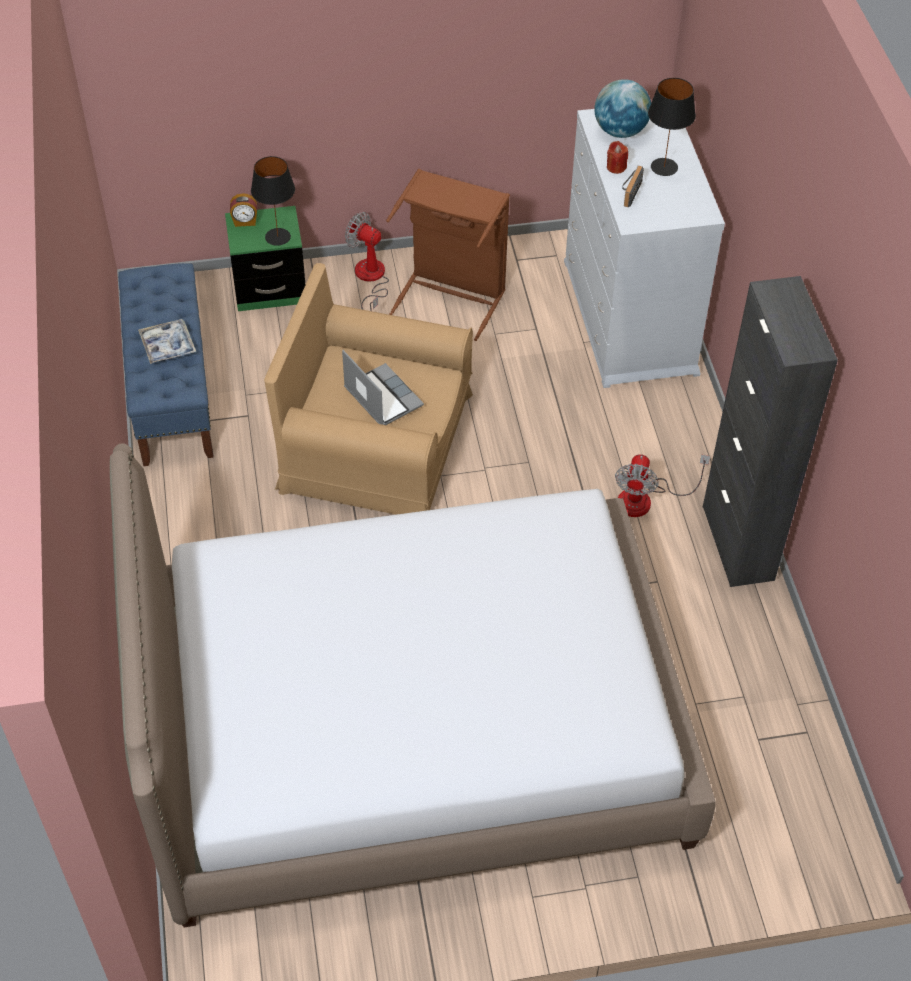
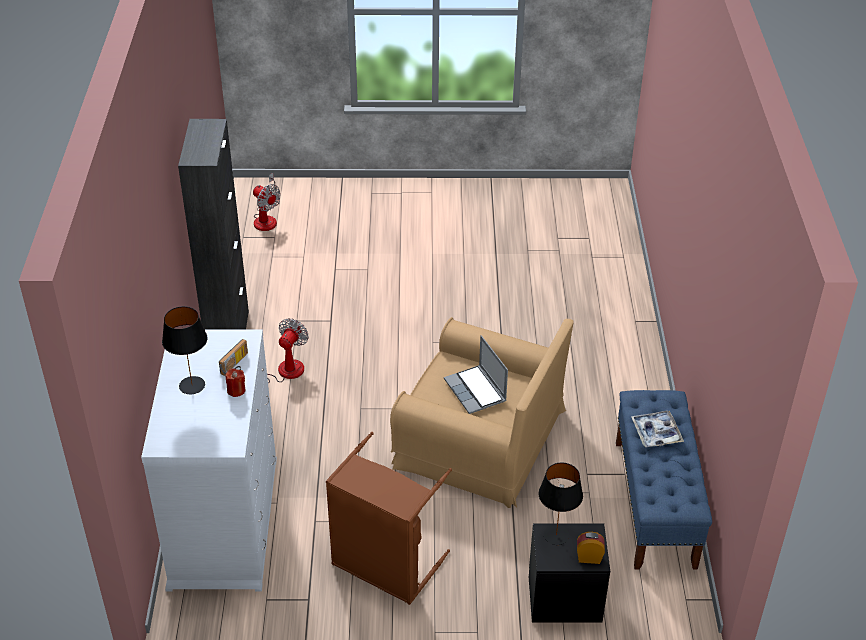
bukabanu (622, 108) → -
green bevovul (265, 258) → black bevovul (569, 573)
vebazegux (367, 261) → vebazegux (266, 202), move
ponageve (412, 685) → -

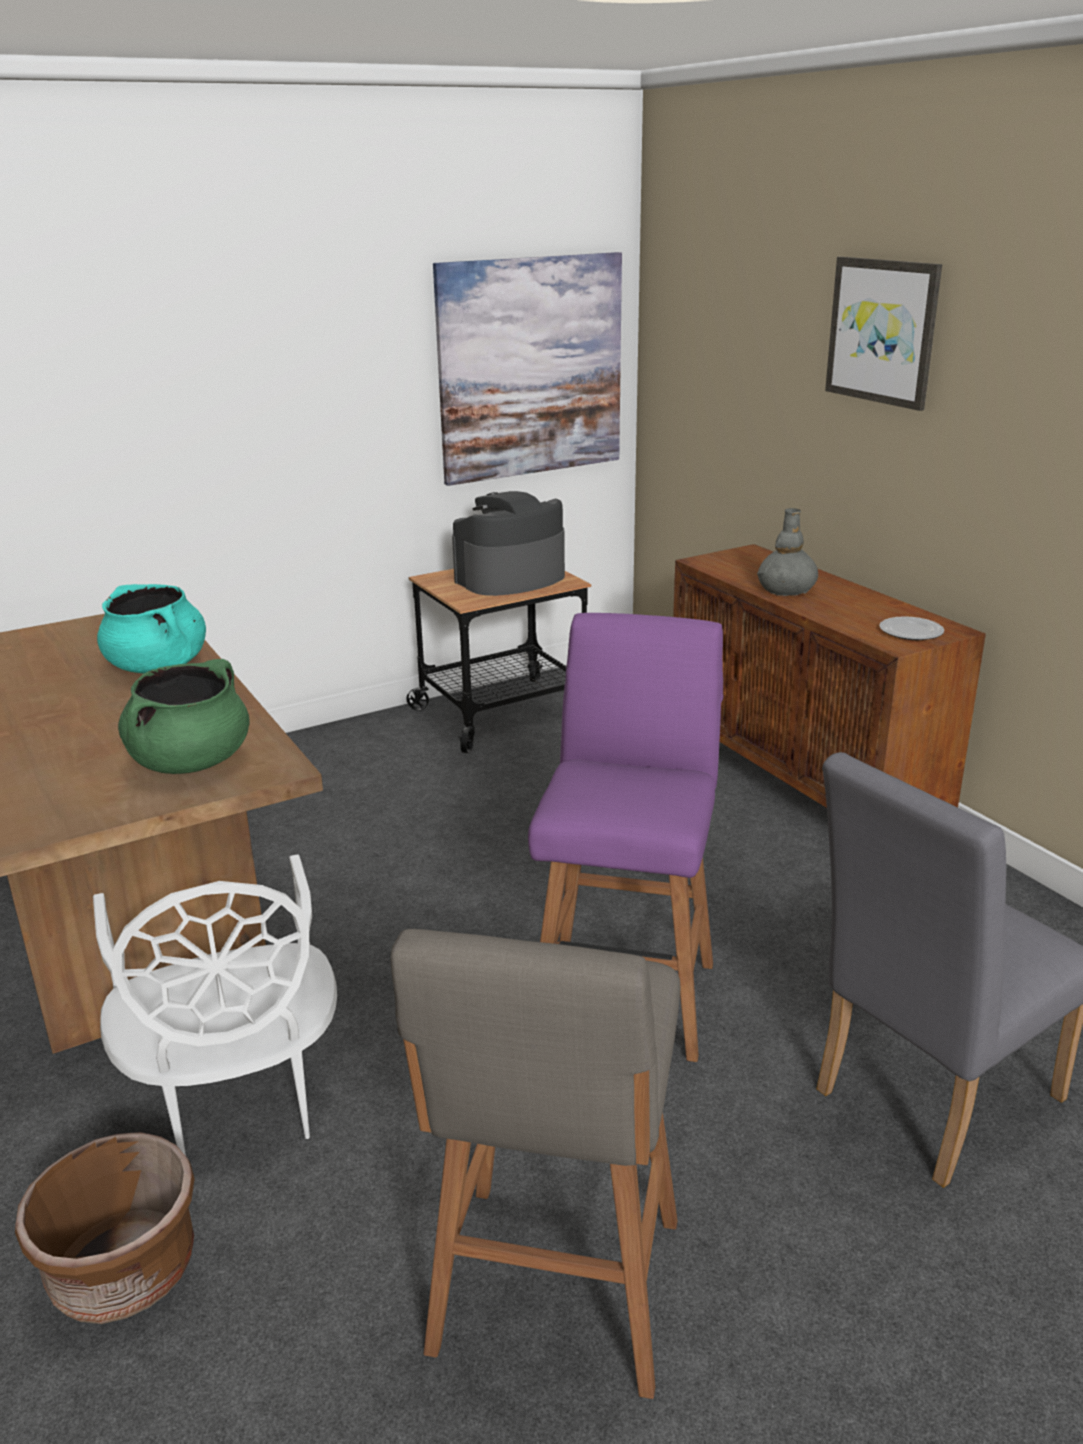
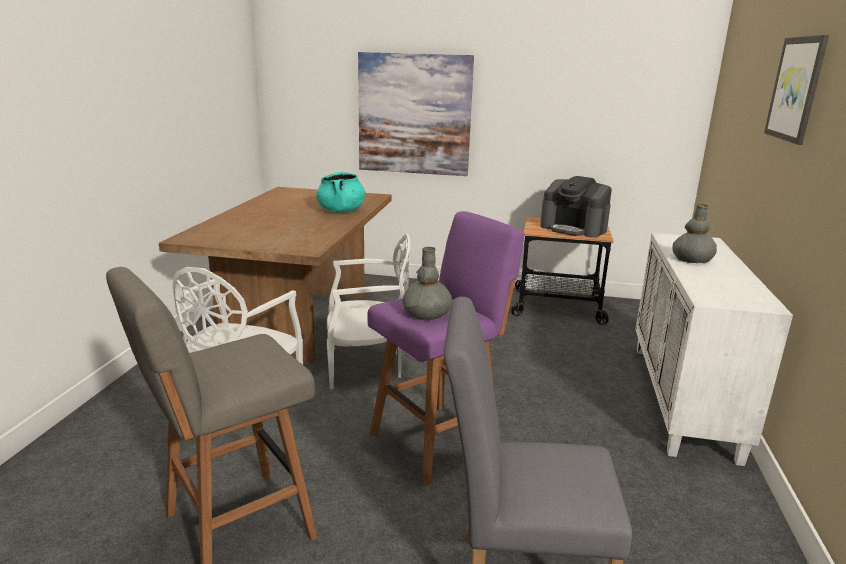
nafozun (527, 369) → nafozun (416, 114), move
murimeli (508, 543) → murimeli (576, 207), 150 degrees counterclockwise
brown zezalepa (829, 676) → white zezalepa (714, 349)
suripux (911, 628) → -
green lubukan (184, 716) → -
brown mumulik (105, 1228) → -
- → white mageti (368, 311)
- → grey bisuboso (427, 284)

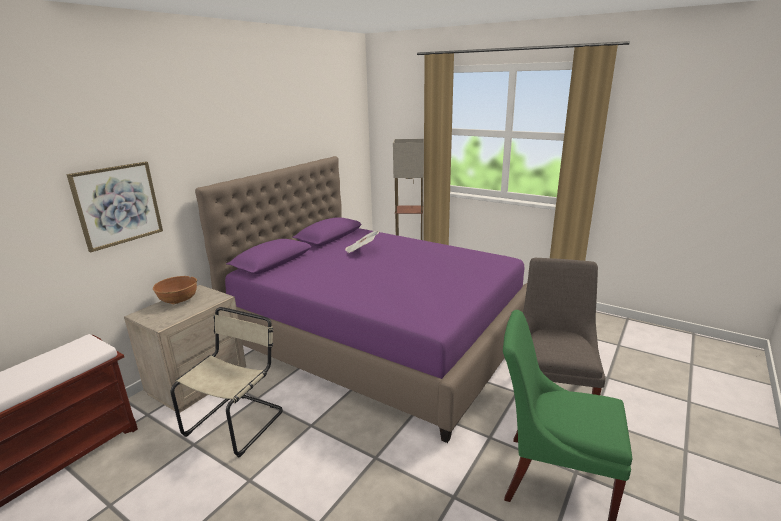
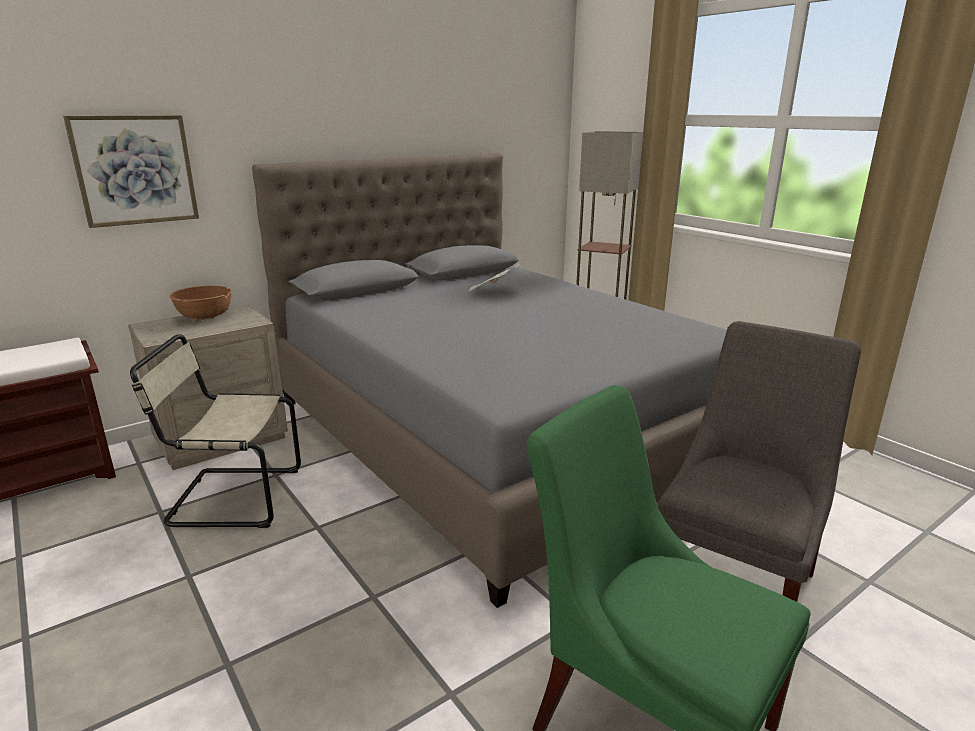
purple ponageve (361, 299) → grey ponageve (489, 380)
beige mageti (227, 382) → beige mageti (215, 431), 135 degrees counterclockwise

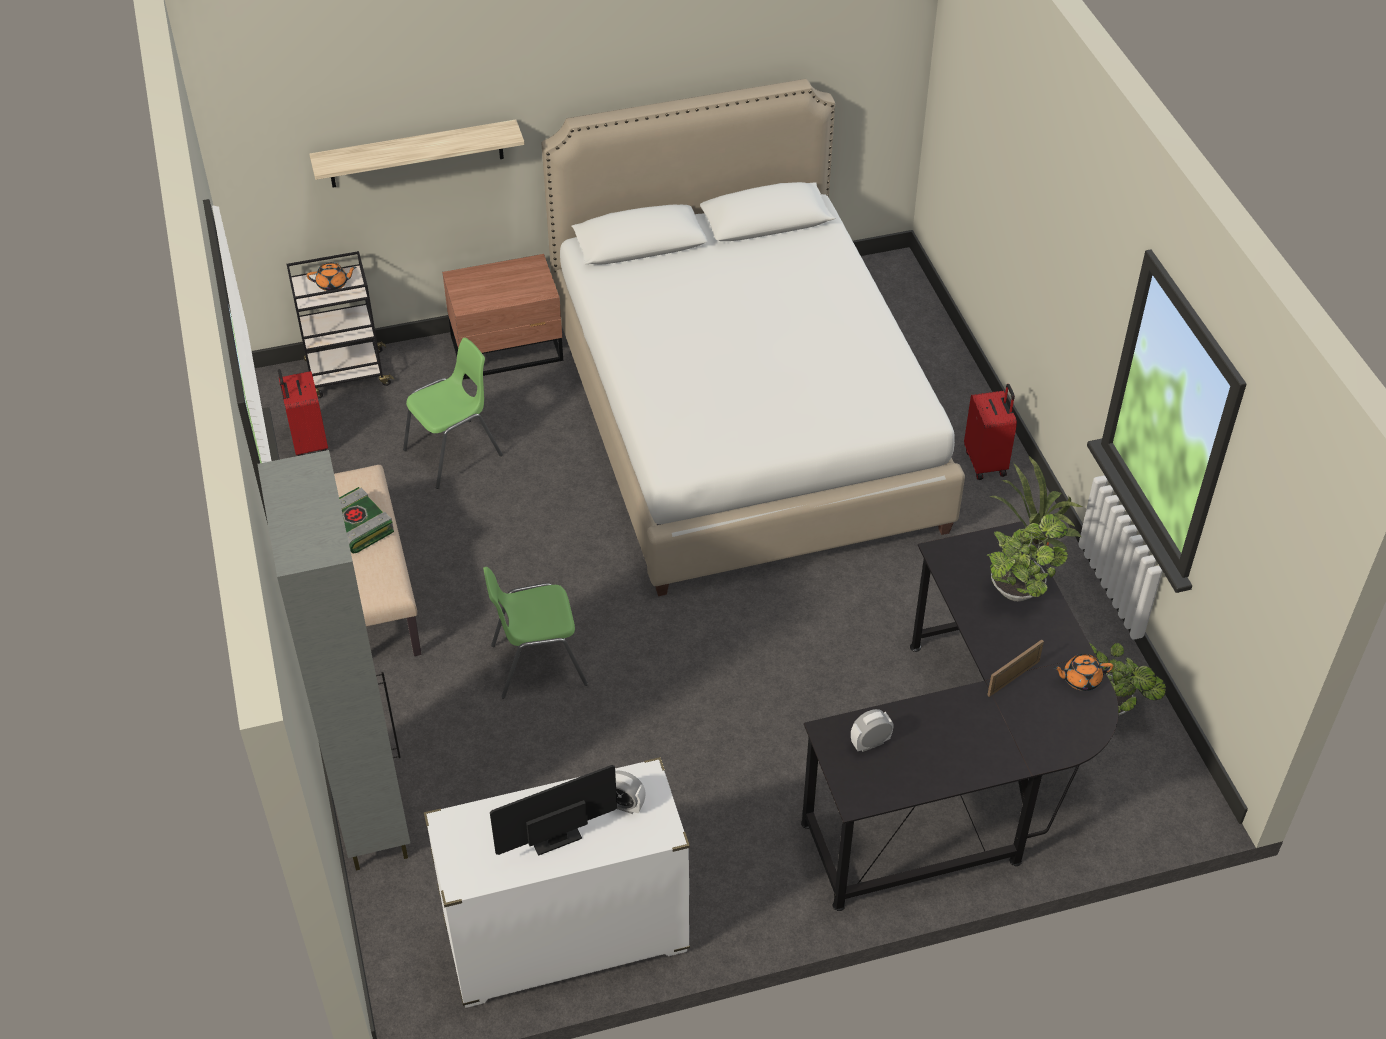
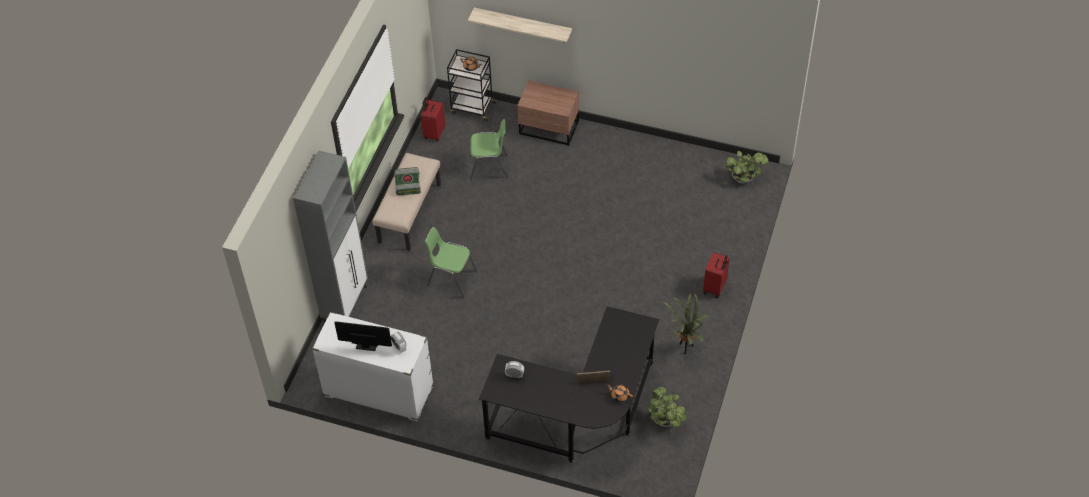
white ponageve (753, 337) → -
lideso (1027, 557) → lideso (747, 167), move

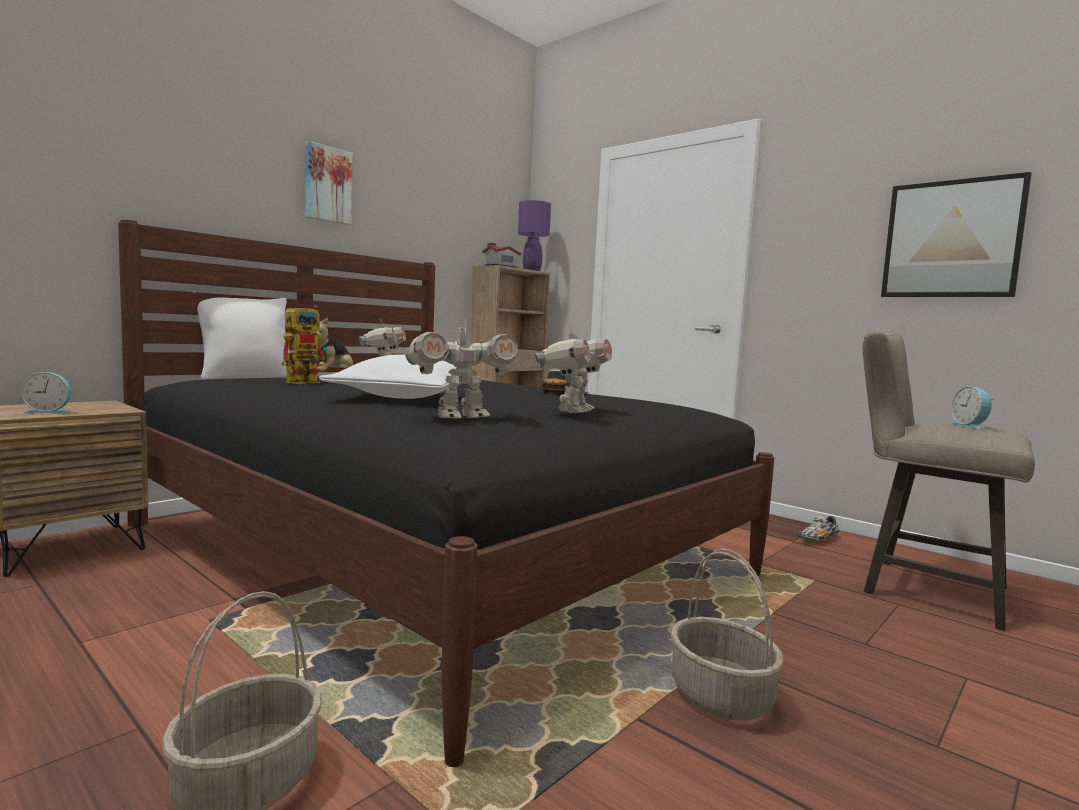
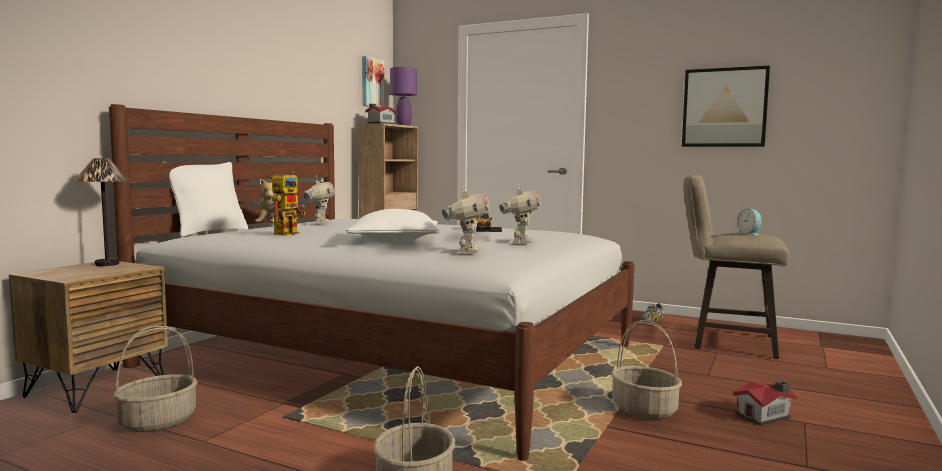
nafozun (328, 183) → nafozun (373, 81), move
black ponageve (446, 493) → white ponageve (371, 282)
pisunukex (461, 367) → pisunukex (465, 219), 45 degrees counterclockwise
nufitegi (46, 393) → -
- → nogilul (102, 212)
- → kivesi (155, 379)
- → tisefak (765, 403)

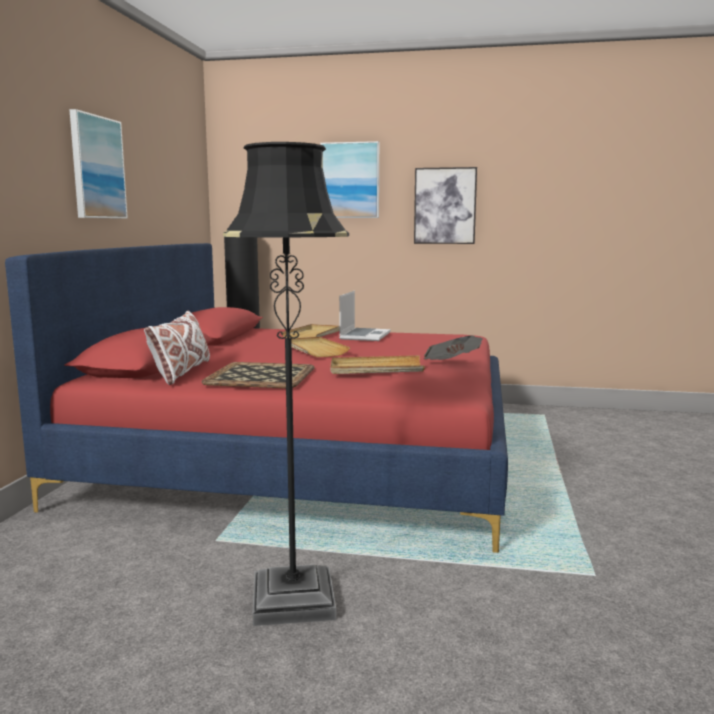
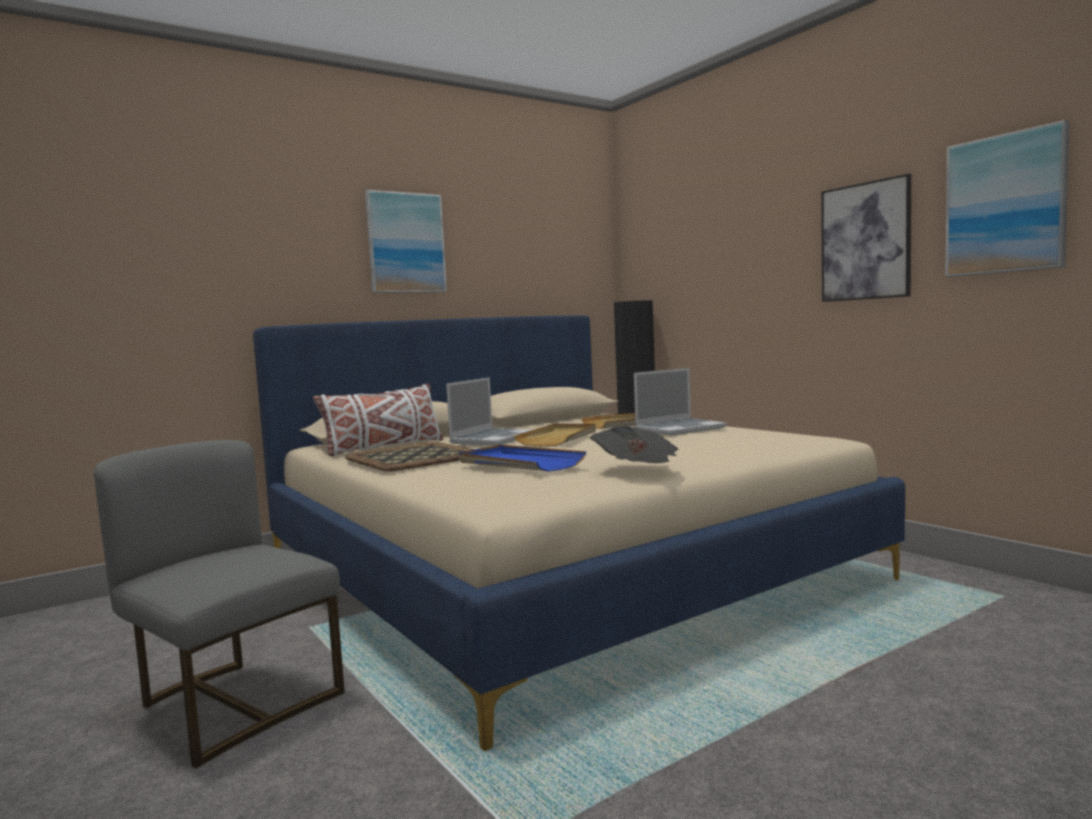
nafozun (349, 179) → nafozun (1007, 198), move
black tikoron (286, 384) → grey mageti (219, 604)
red ponageve (256, 398) → beige ponageve (579, 533)
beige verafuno (378, 364) → blue verafuno (522, 458)
- → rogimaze (489, 411)

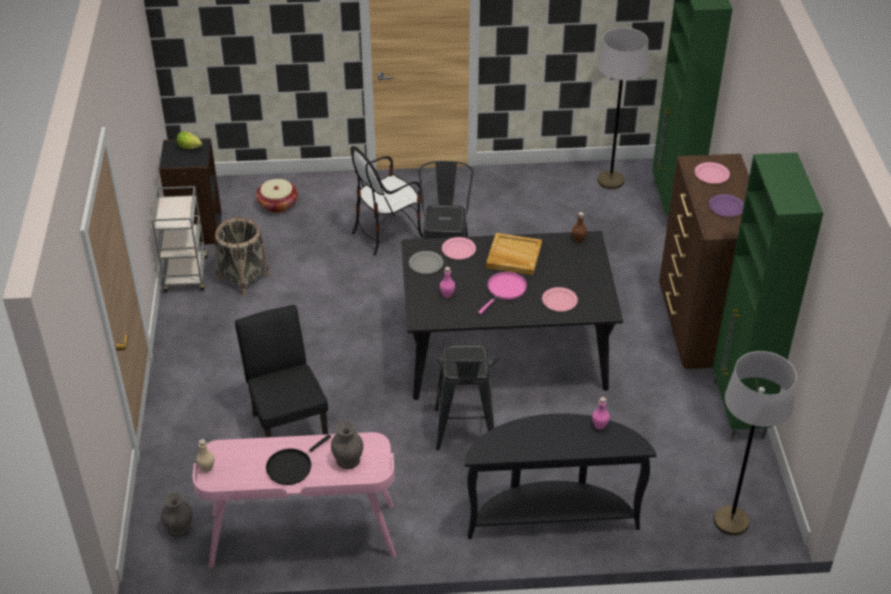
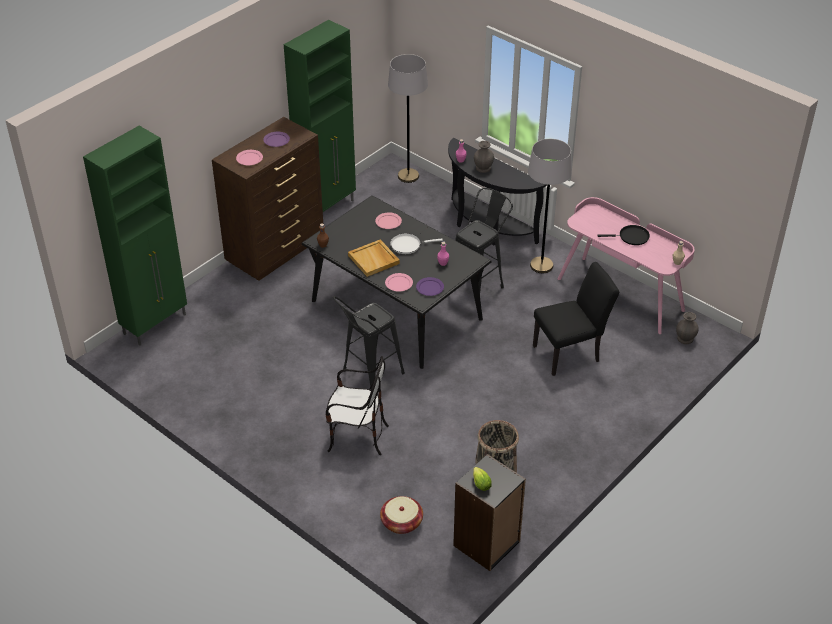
grey tikoron (622, 108) → grey tikoron (550, 206), move
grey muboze (179, 239) → -
grey suripux (426, 262) → purple suripux (430, 286)
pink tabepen (502, 293) → white tabepen (416, 243)
black mageti (281, 371) → black mageti (576, 319), 135 degrees counterclockwise
grey bisuboso (347, 445) → grey bisuboso (484, 157), move

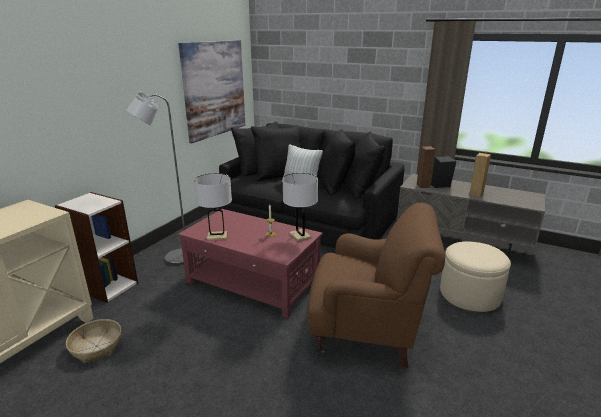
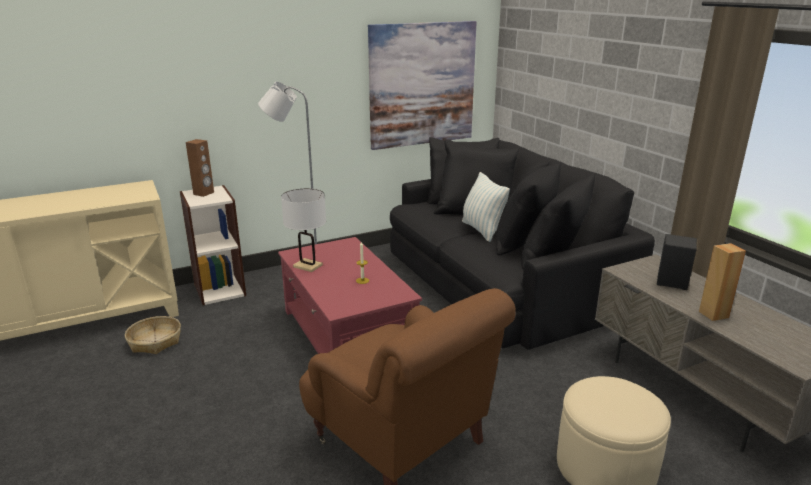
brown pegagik (426, 167) → brown pegagik (200, 168), move
white nogilul (300, 207) → -

